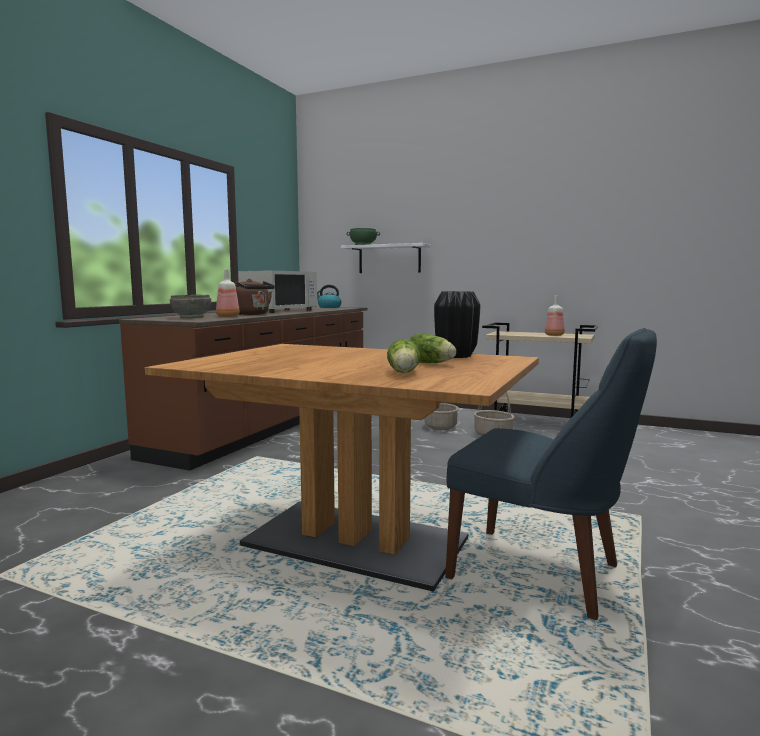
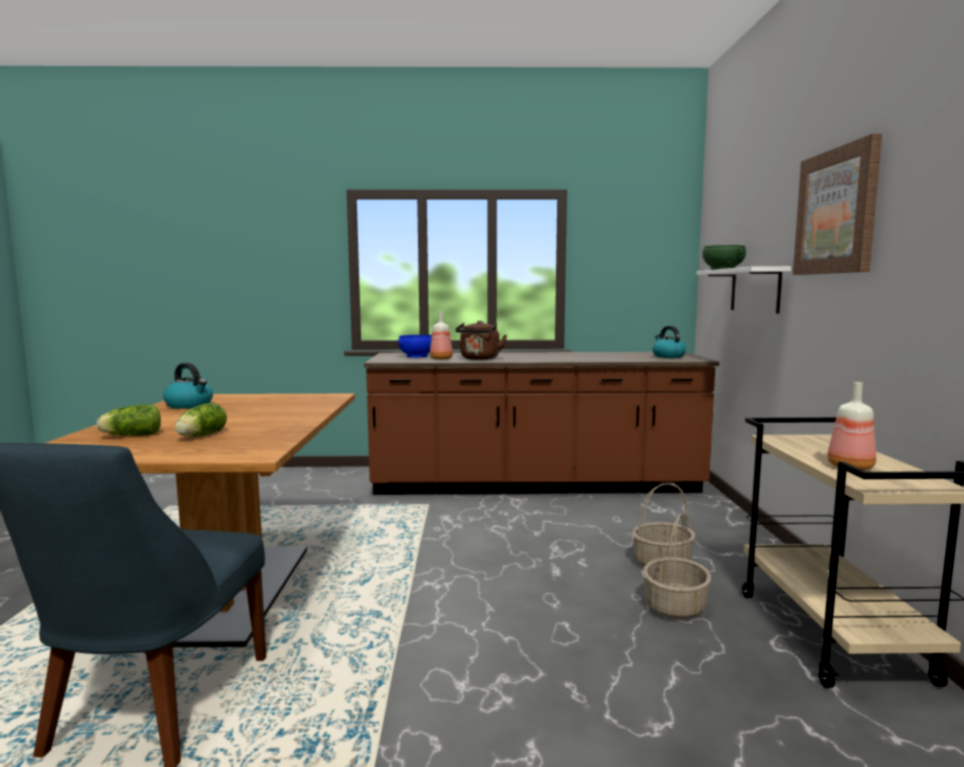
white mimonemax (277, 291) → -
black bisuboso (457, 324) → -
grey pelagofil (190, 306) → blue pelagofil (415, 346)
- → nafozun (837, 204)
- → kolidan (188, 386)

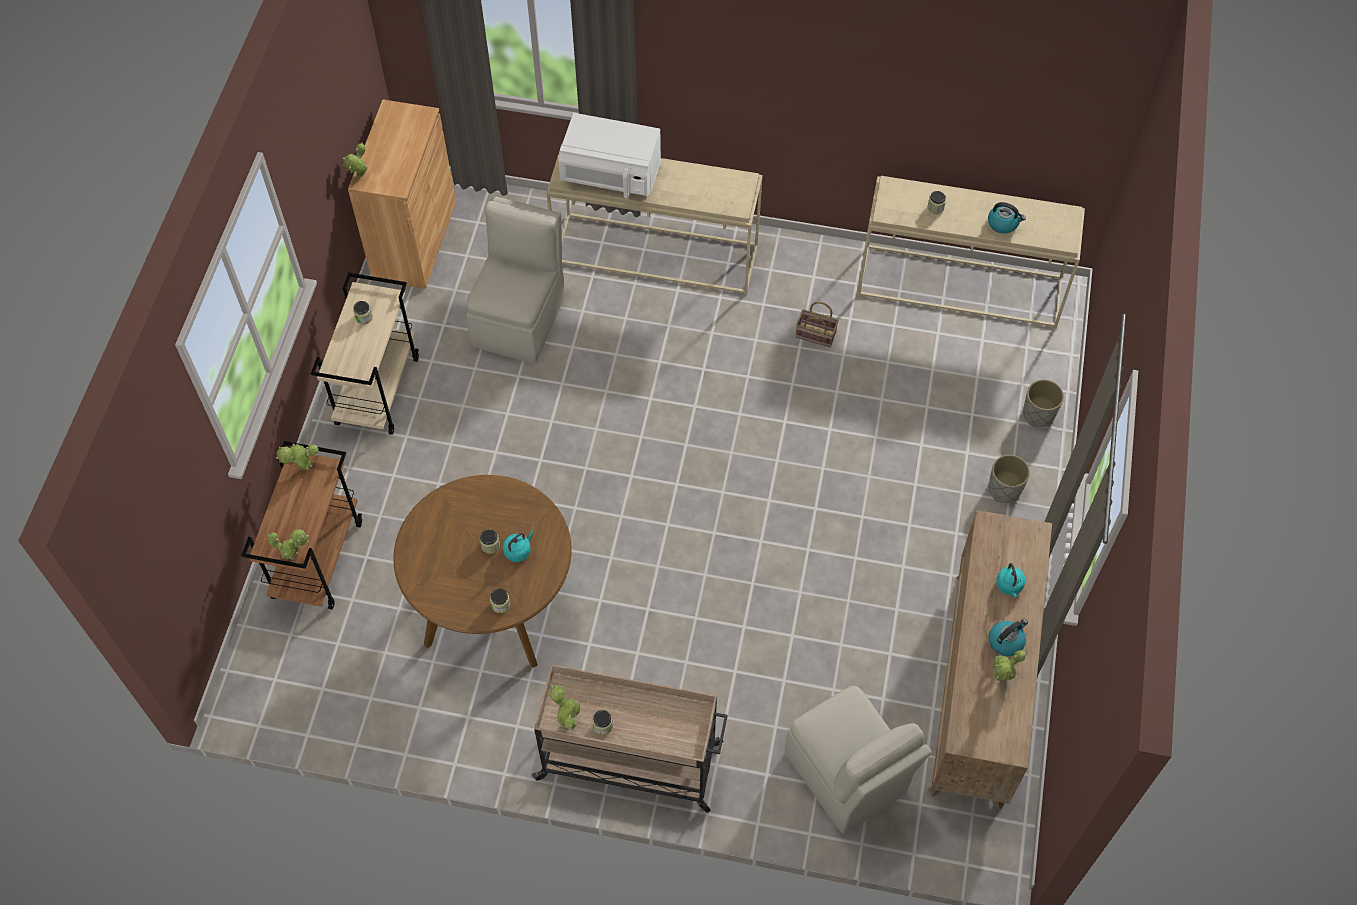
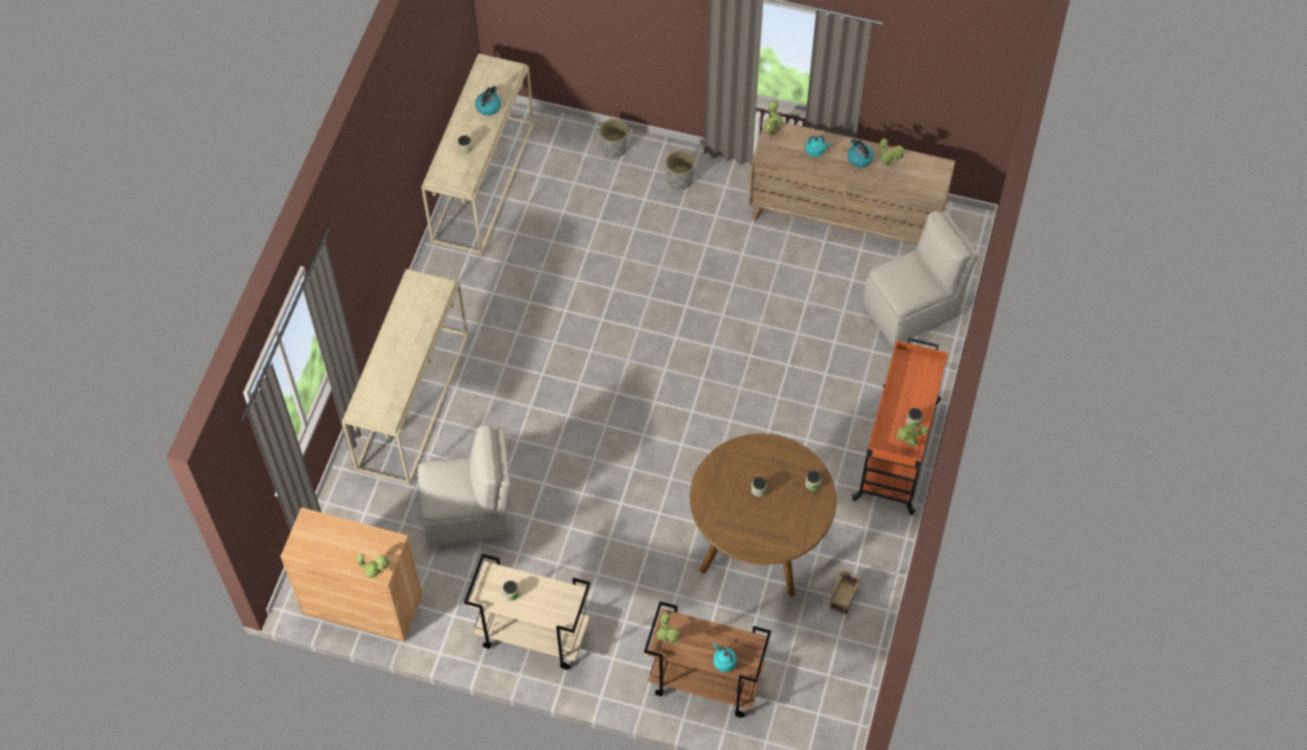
white mimonemax (609, 156) → -
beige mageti (515, 280) → beige mageti (464, 485), 150 degrees clockwise
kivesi (817, 324) → kivesi (845, 593), move
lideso (288, 544) → lideso (774, 118), move
turquoise kolidan (518, 546) → turquoise kolidan (725, 657), move
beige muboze (630, 738) → orange muboze (900, 426)

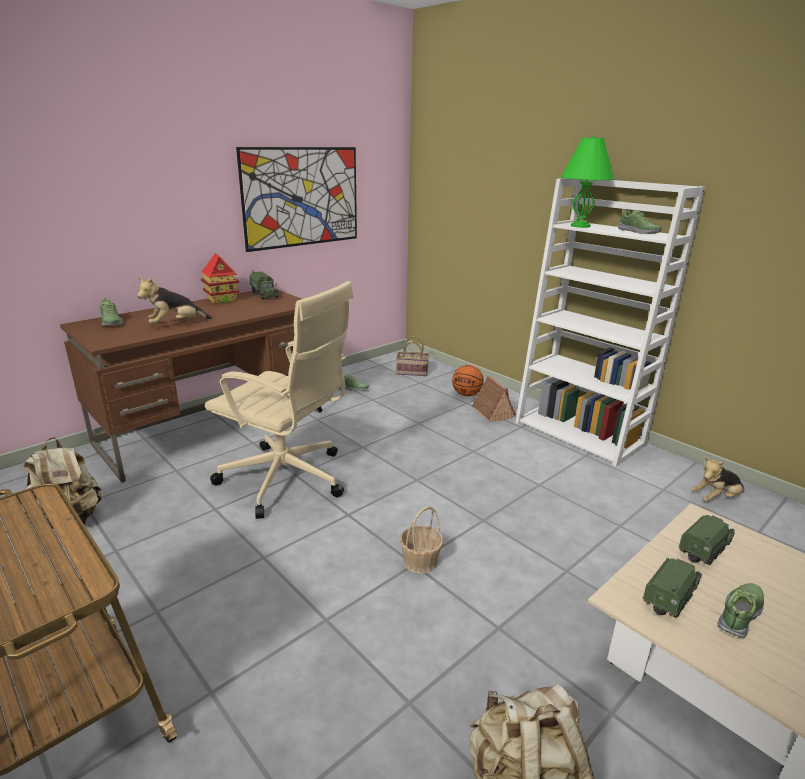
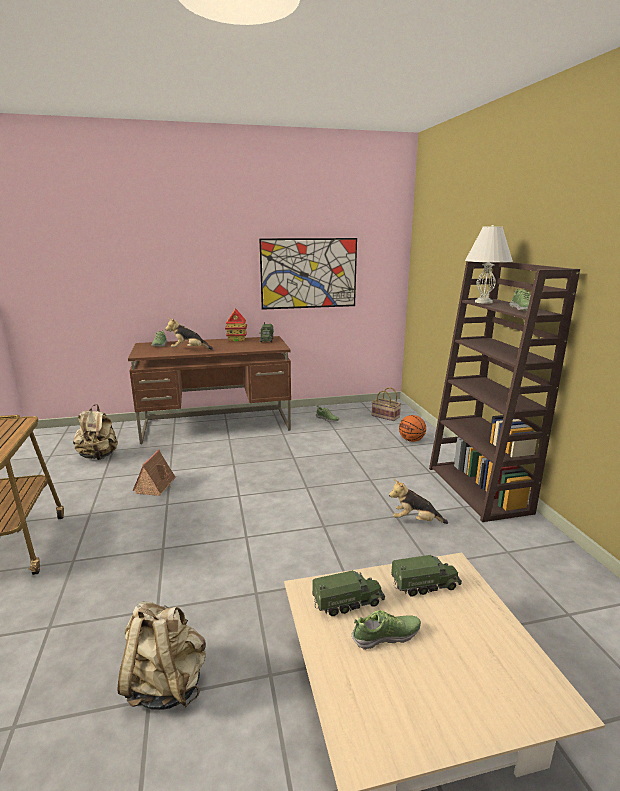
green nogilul (588, 182) → white nogilul (489, 264)
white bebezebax (610, 322) → brown bebezebax (504, 391)
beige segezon (279, 400) → -
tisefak (493, 398) → tisefak (154, 472), move
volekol (717, 479) → volekol (418, 501), move
kivesi (421, 540) → -

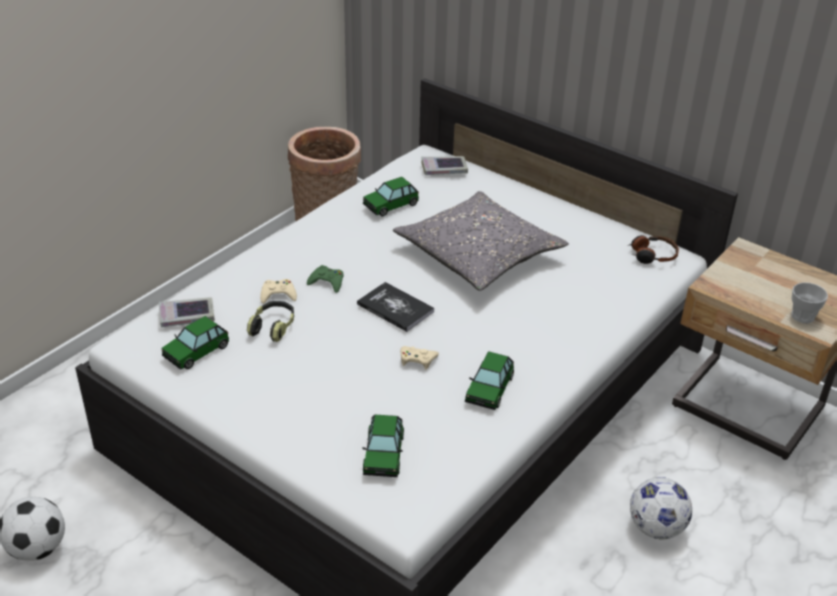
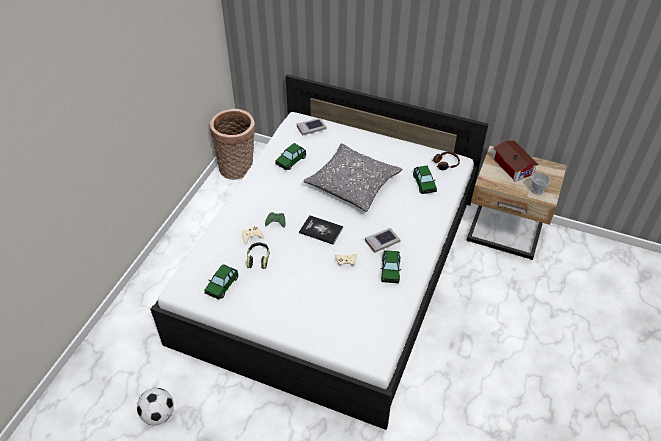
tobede (187, 312) → tobede (382, 240), move
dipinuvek (383, 446) → dipinuvek (425, 179), move
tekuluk (661, 508) → -
- → tisefak (515, 161)

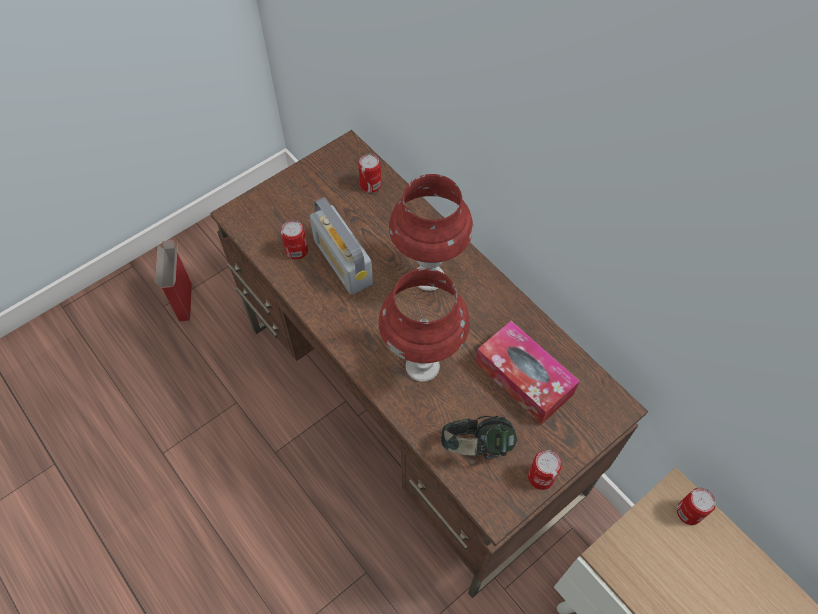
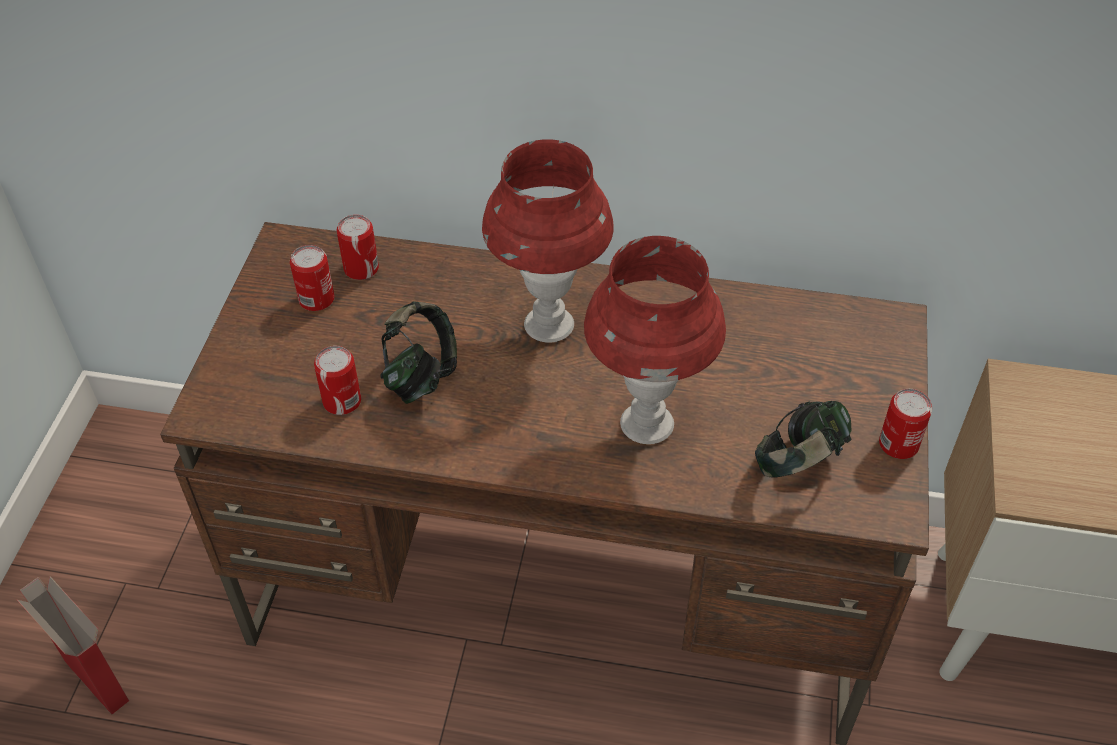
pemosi (341, 246) → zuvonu (418, 352)
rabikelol (527, 373) → -
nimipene (696, 506) → nimipene (312, 278), move

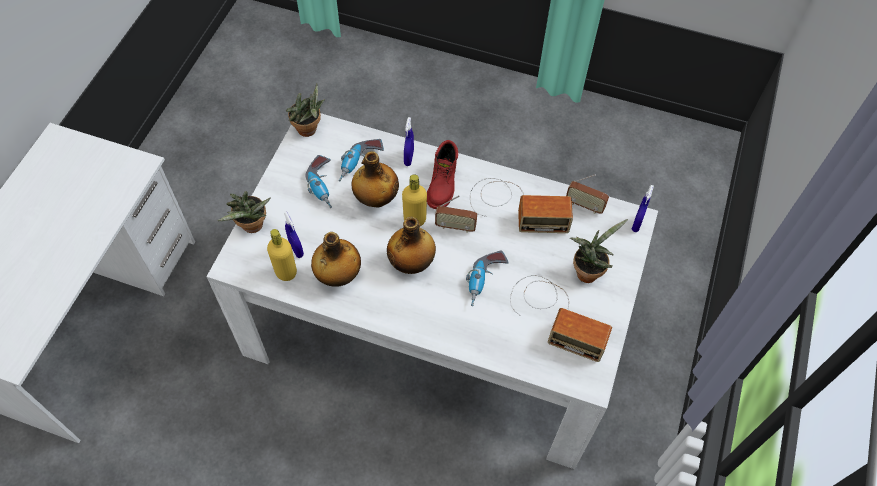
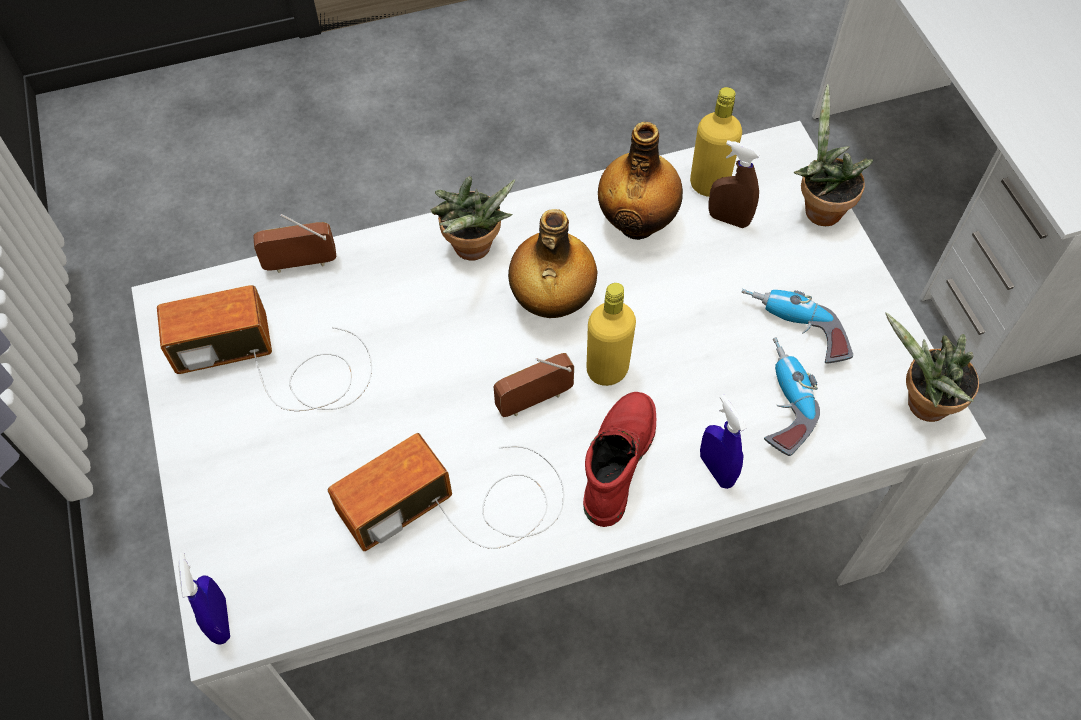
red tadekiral (442, 174) → red tadekiral (619, 459), 45 degrees clockwise
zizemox (375, 179) → -
pemosi (587, 194) → pemosi (294, 243), move
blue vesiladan (294, 234) → brown vesiladan (735, 184)
lideso (599, 251) → lideso (473, 218), move
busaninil (487, 278) → -

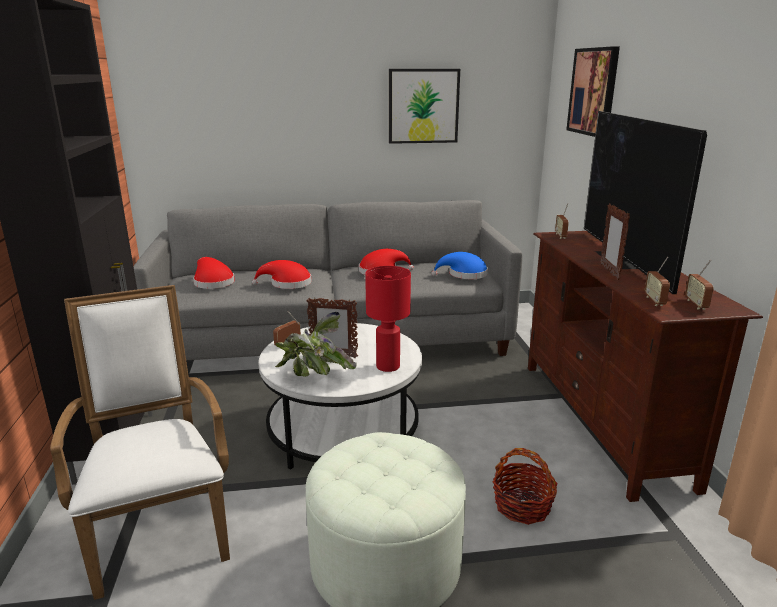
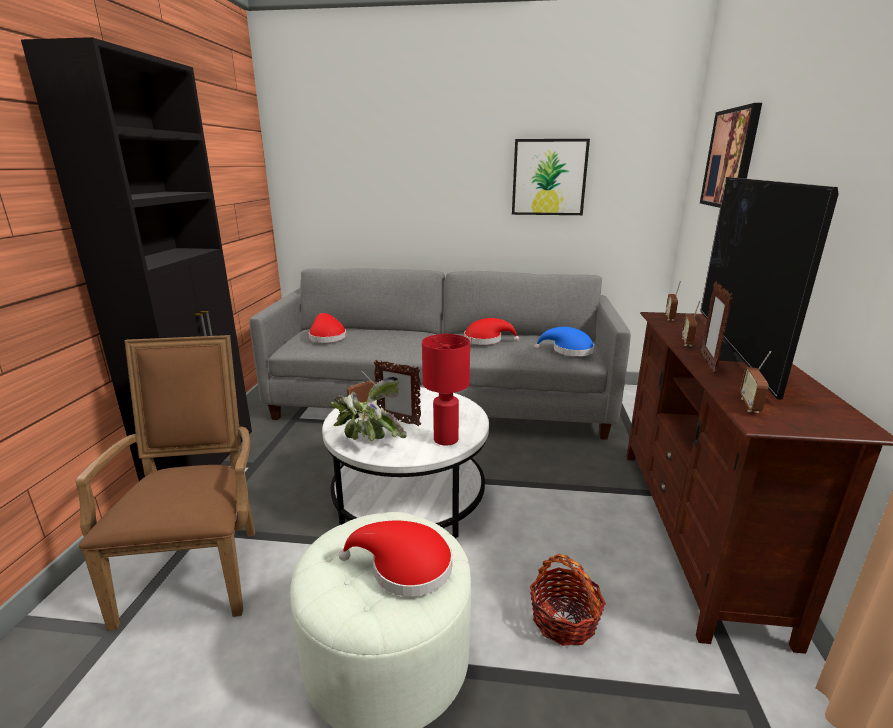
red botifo (282, 274) → red botifo (395, 559), move
pemosi (699, 285) → pemosi (691, 323), move
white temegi (140, 442) → brown temegi (165, 483)

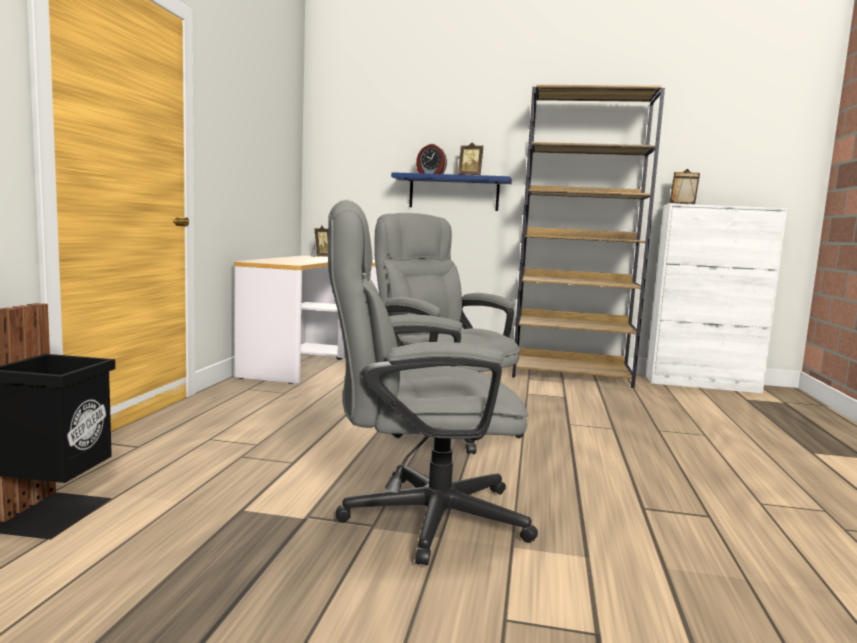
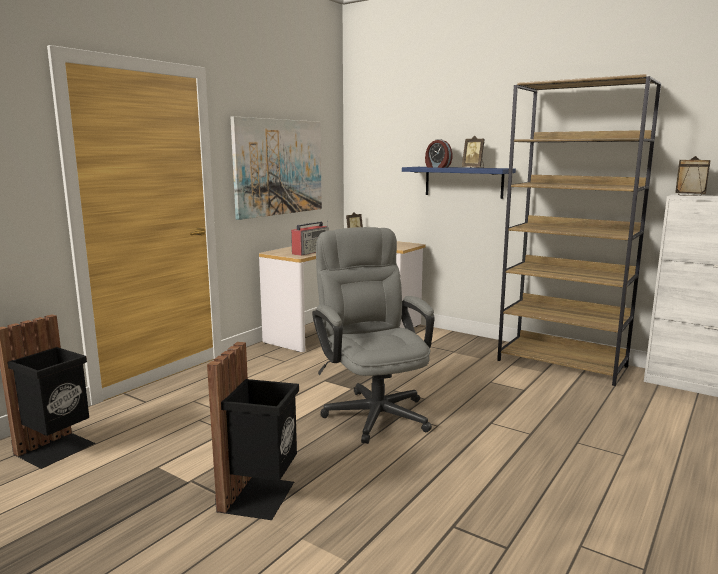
grey segezon (433, 382) → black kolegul (253, 431)
- → nafozun (276, 168)
- → pemosi (310, 238)

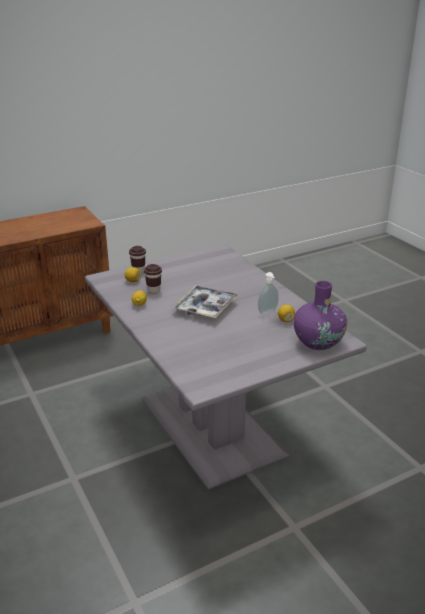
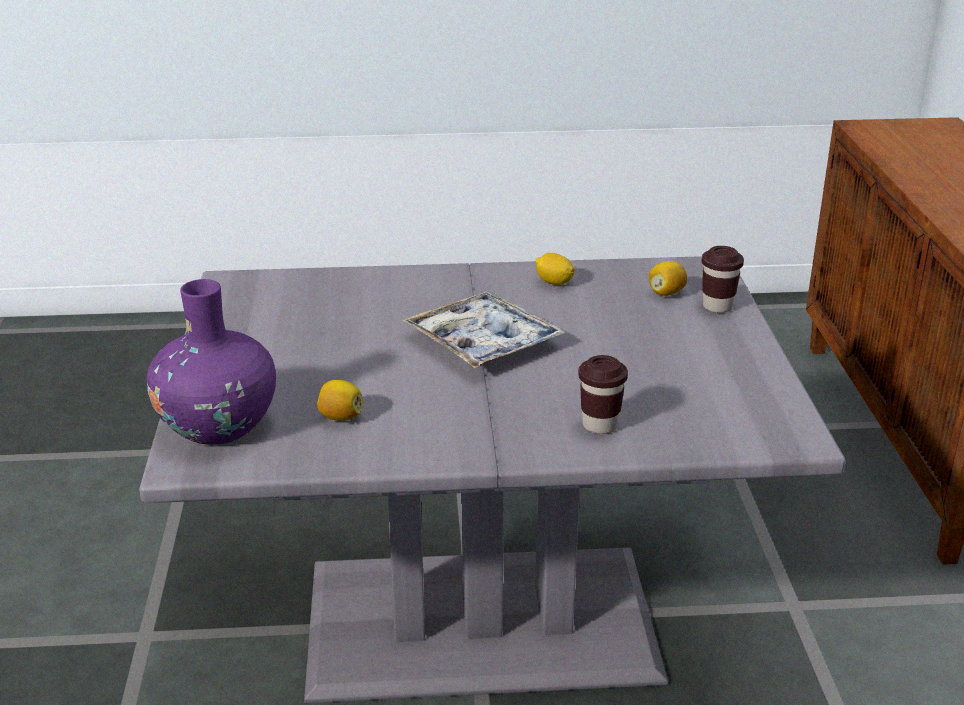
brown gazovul (153, 278) → brown gazovul (603, 394), move
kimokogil (268, 293) → -

